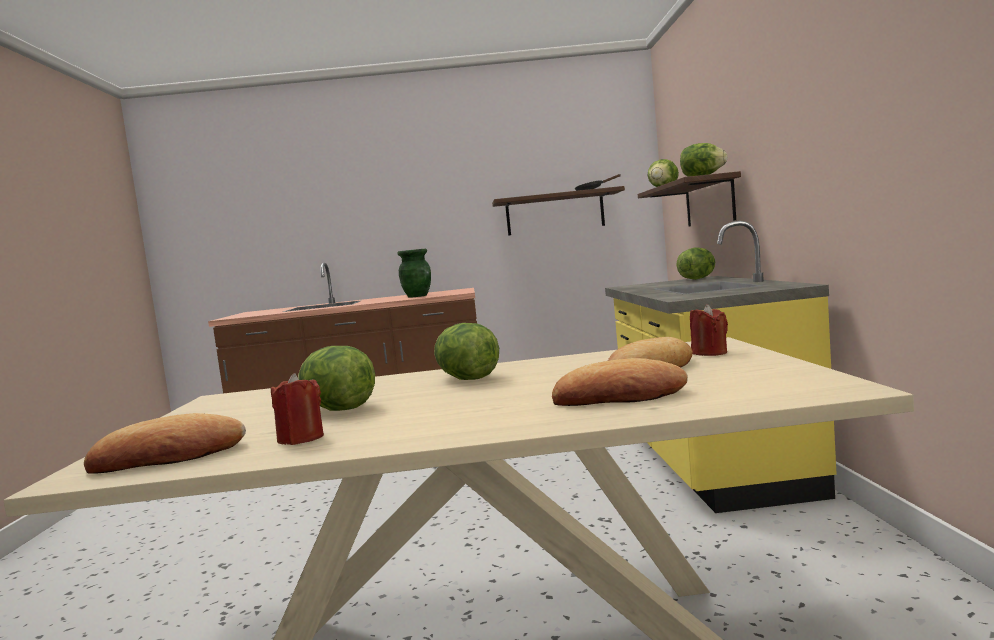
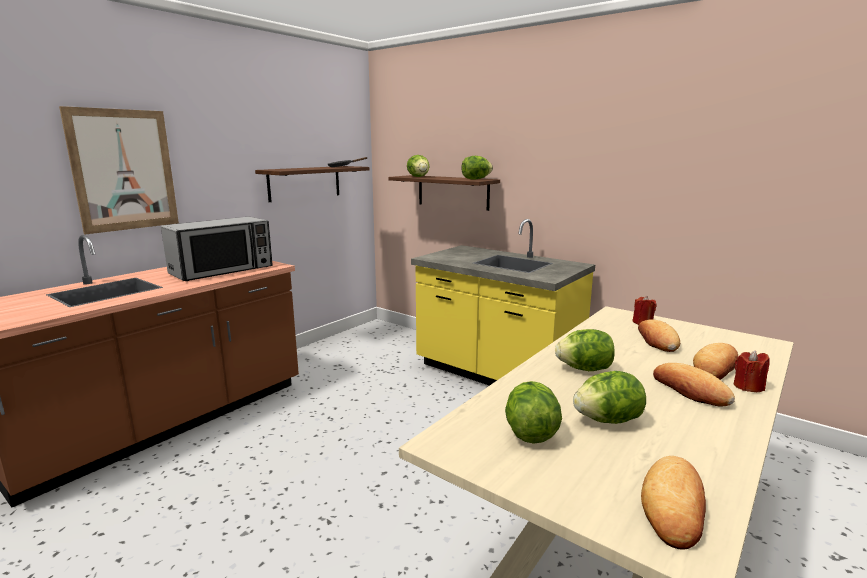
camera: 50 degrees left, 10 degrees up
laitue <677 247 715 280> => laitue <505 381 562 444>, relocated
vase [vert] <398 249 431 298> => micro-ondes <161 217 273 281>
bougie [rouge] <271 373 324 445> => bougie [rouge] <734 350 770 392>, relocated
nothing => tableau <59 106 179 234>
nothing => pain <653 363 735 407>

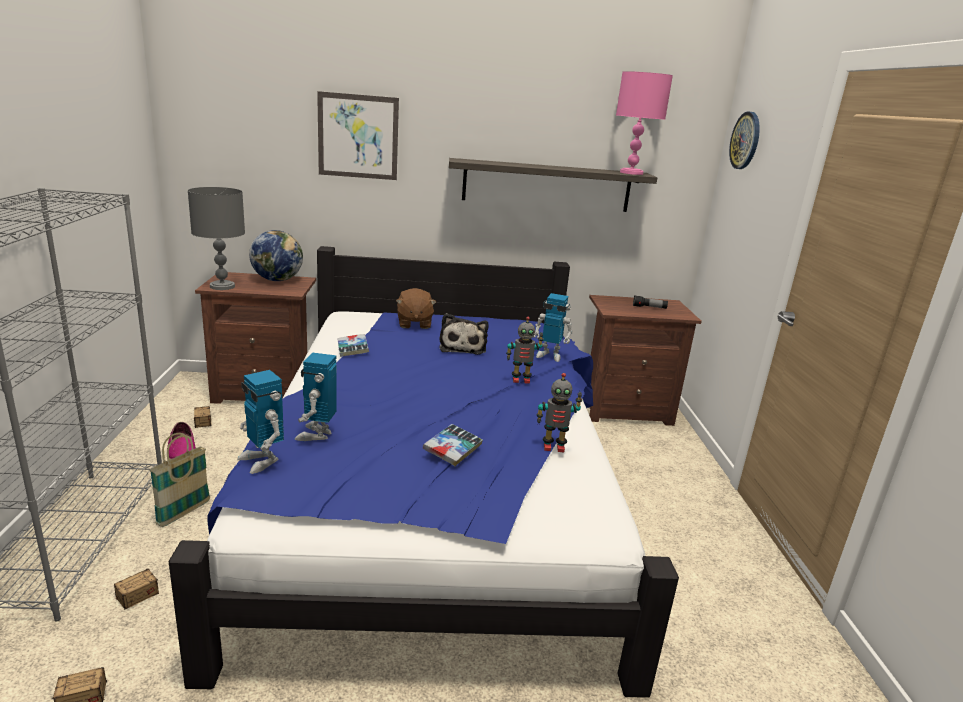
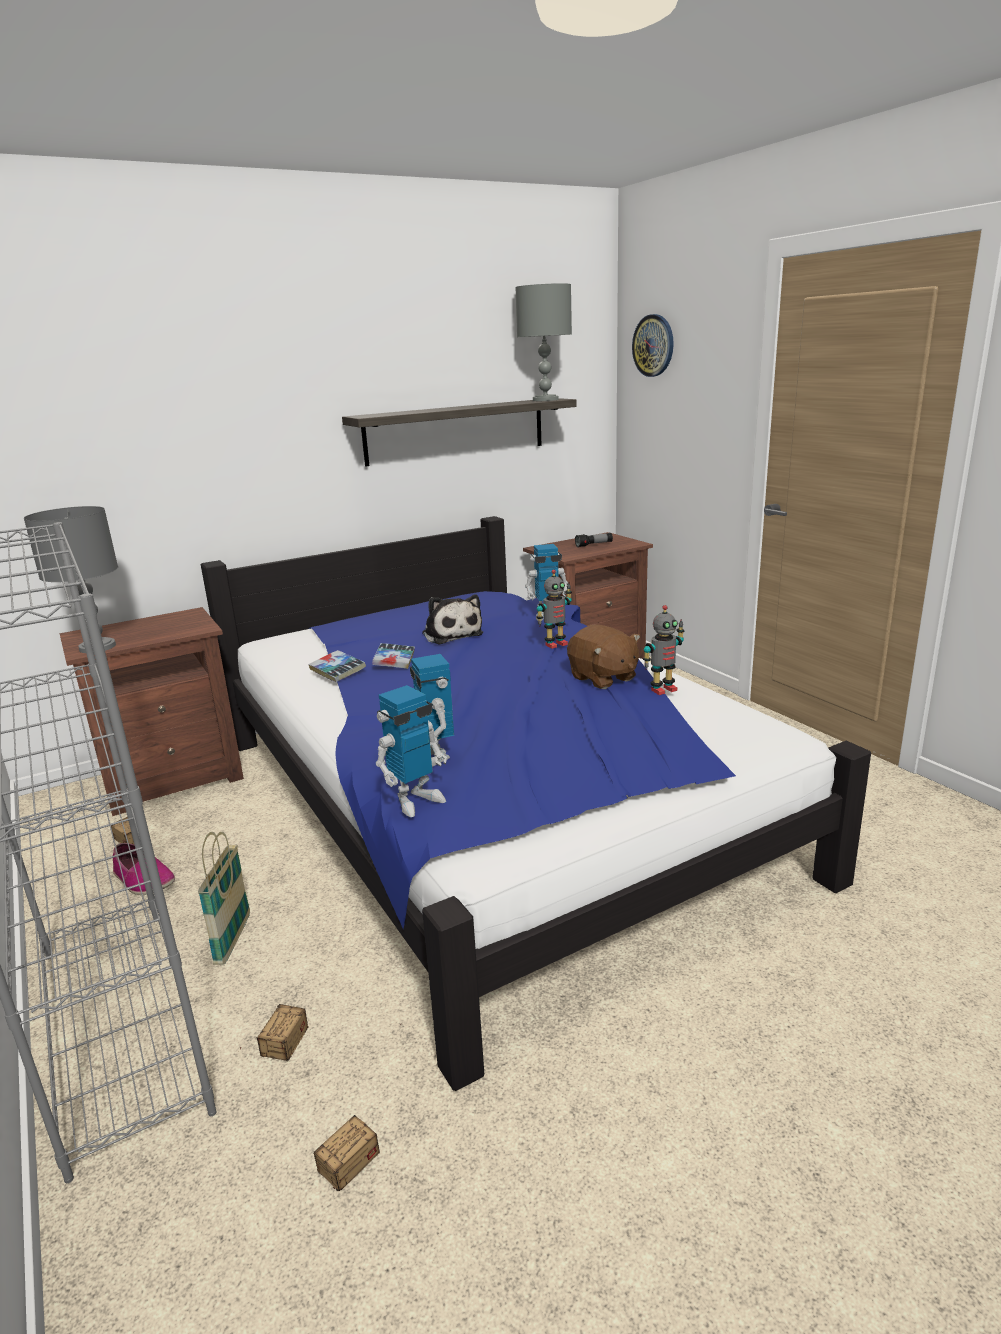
camera: 25 degrees left, 0 degrees up
lampe de table [rose] <616 71 673 175> => lampe de table [gris] <515 283 572 401>
tableau <317 91 399 180> => nothing
globe <249 230 303 281> => nothing
peluche [marron] <396 288 436 329> => peluche [marron] <567 624 640 689>, relocated
robot jouet <237 370 284 474> => robot jouet <376 685 447 817>, 60 degrees counterclockwise
livre <423 424 483 466> => livre <372 643 415 669>, relocated

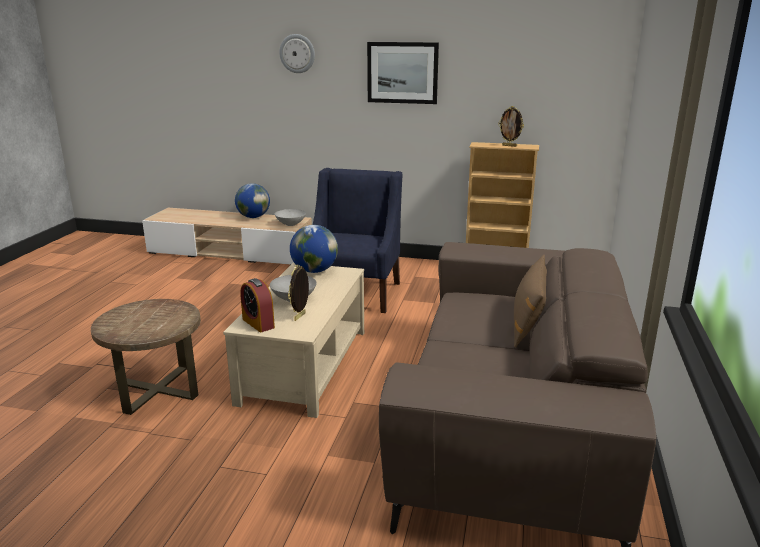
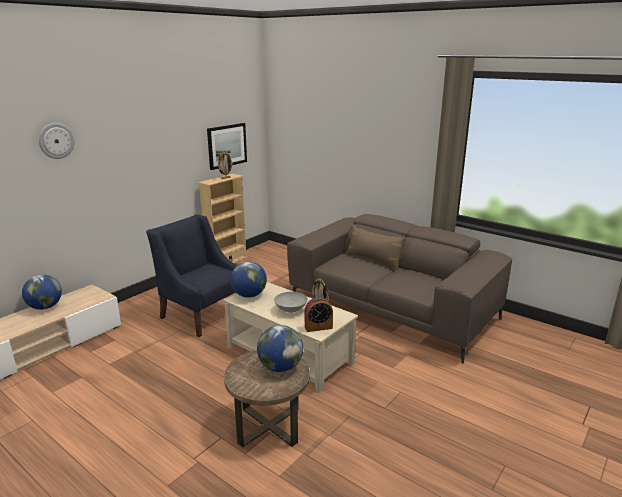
camera: 65 degrees left, 0 degrees up
tableau <367 42 439 104> => tableau <207 123 247 170>, relocated
bol [gris] <275 209 306 226> => nothing
nothing => globe <257 325 303 372>

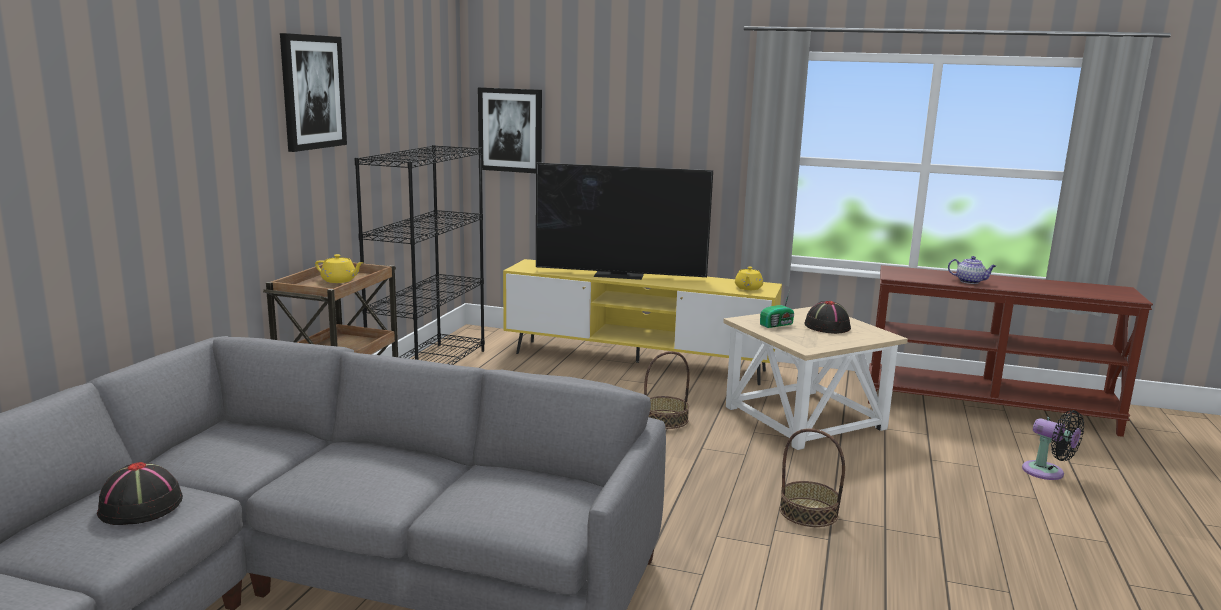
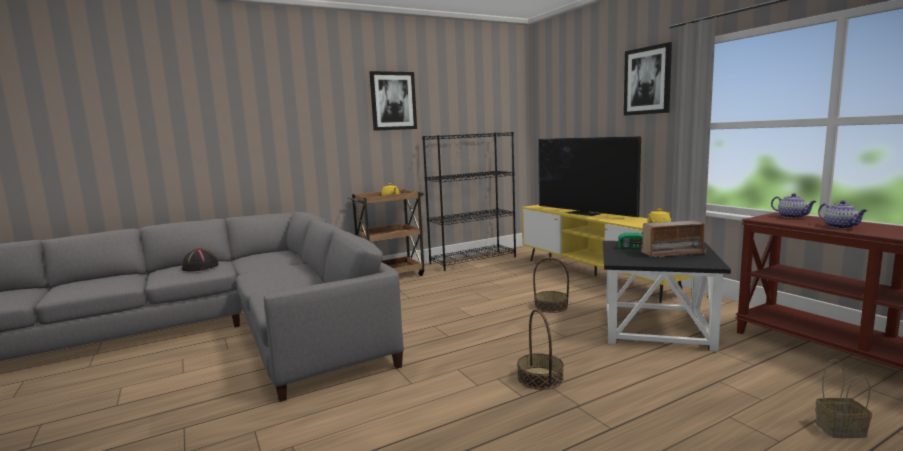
camera: 45 degrees right, 5 degrees down
tableau <478 87 542 173> => tableau <624 42 672 116>, relocated
chapeau [noir] <805 301 851 334> => radio <641 221 706 257>
table d'appoint [beige] <723 307 908 450> => table d'appoint [noir] <603 241 731 352>
ventilateur [noir] <1022 410 1084 480> => panier <816 359 872 438>
nothing => théière <771 193 817 218>

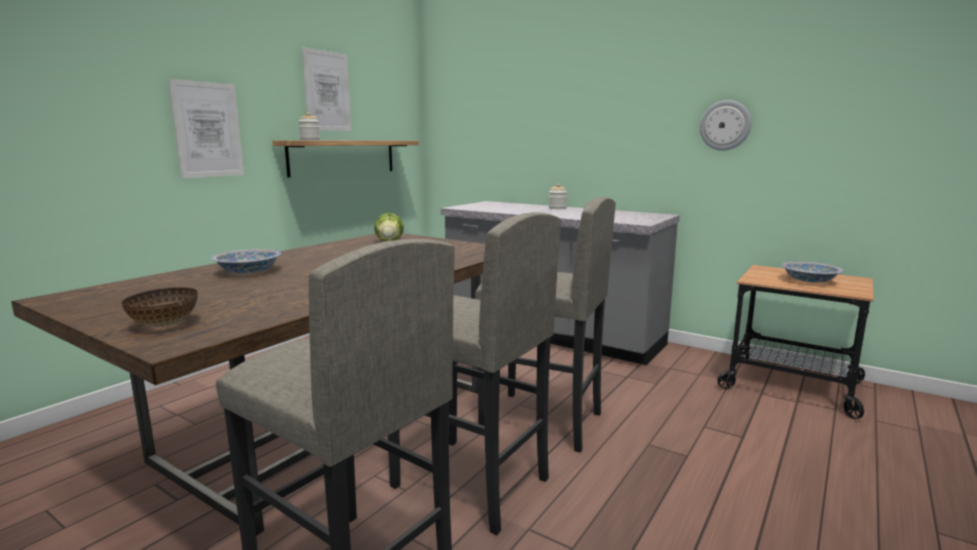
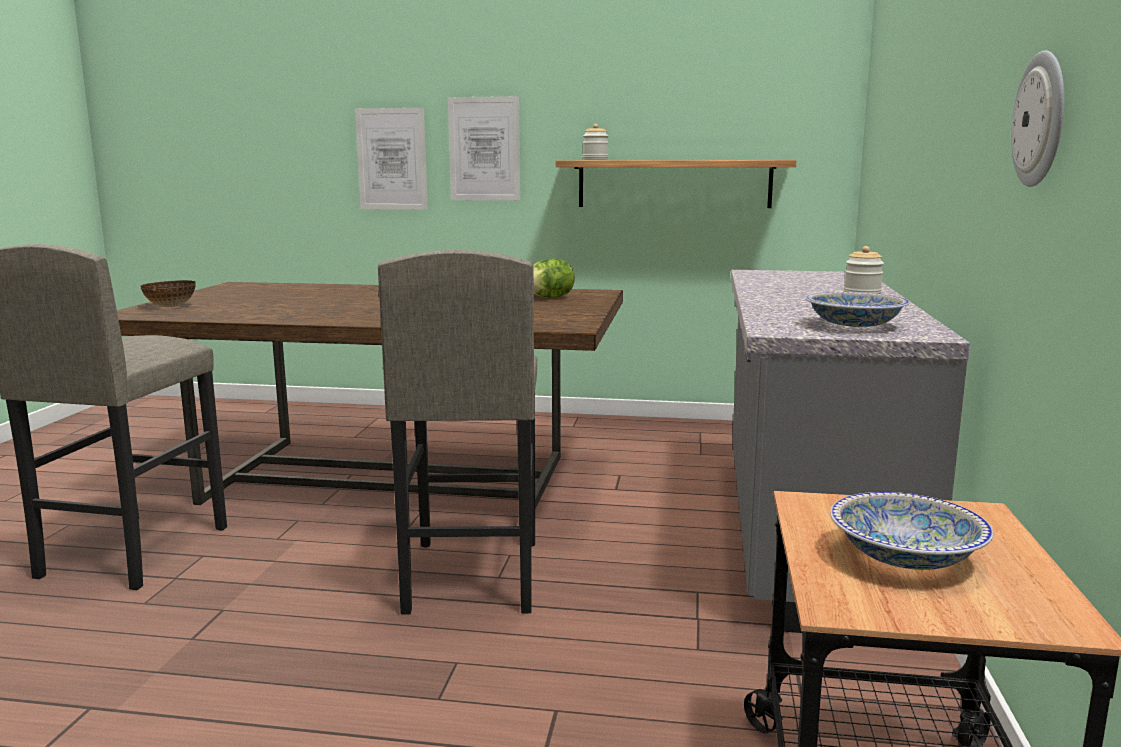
camera: 65 degrees right, 0 degrees up
tableau <302 47 351 131> => tableau <355 108 428 210>, relocated
tabouret [gris] <388 212 561 535> => nothing
bol <211 249 281 273> => bol <805 292 910 327>, relocated

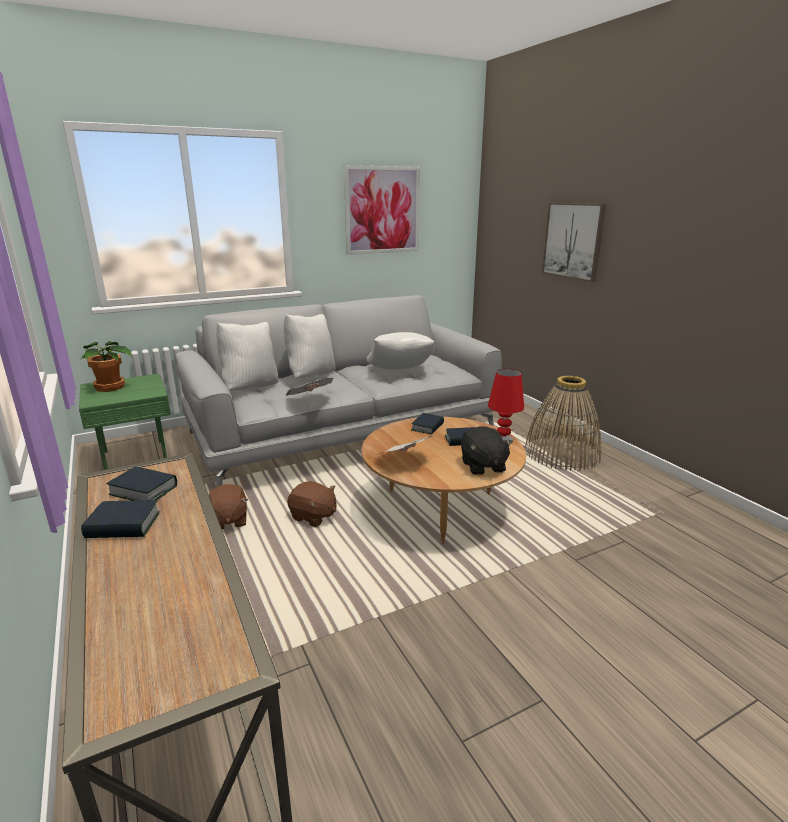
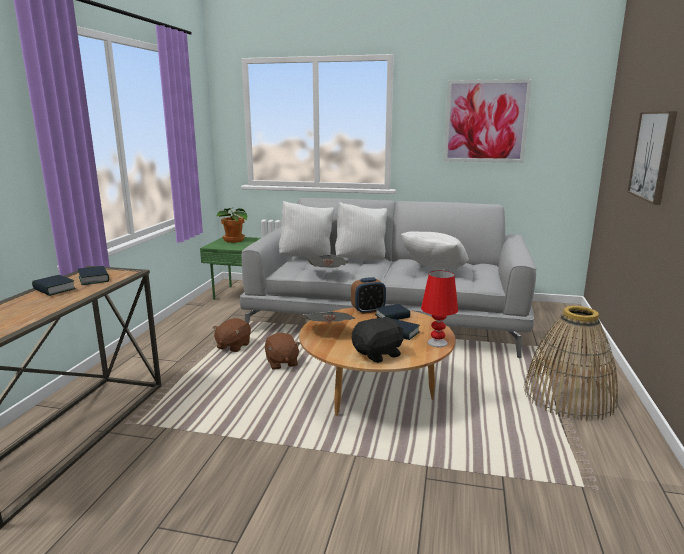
camera: 40 degrees right, 5 degrees down
peluche [noir] <461 426 513 475> => peluche [noir] <352 315 404 363>, 150 degrees counterclockwise
nothing => réveil <351 277 386 314>

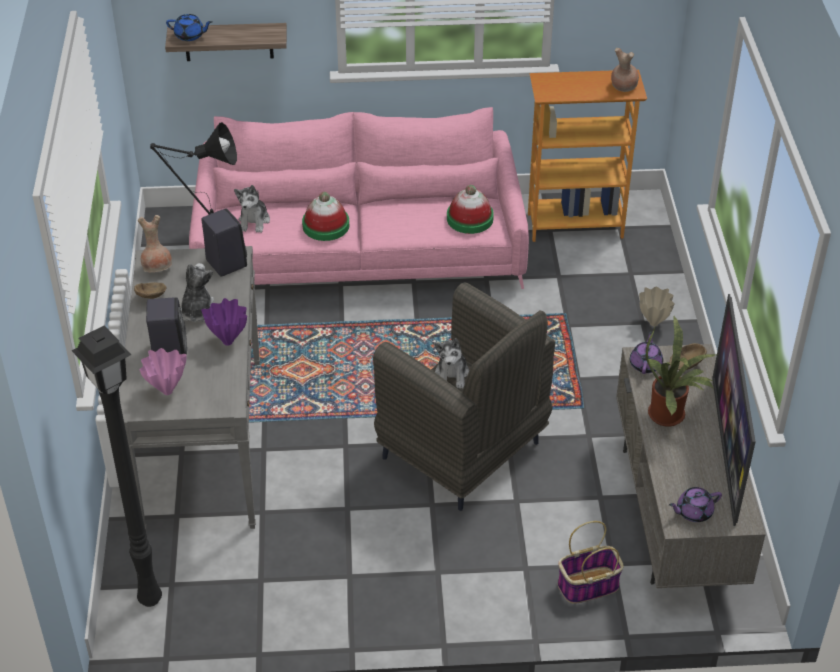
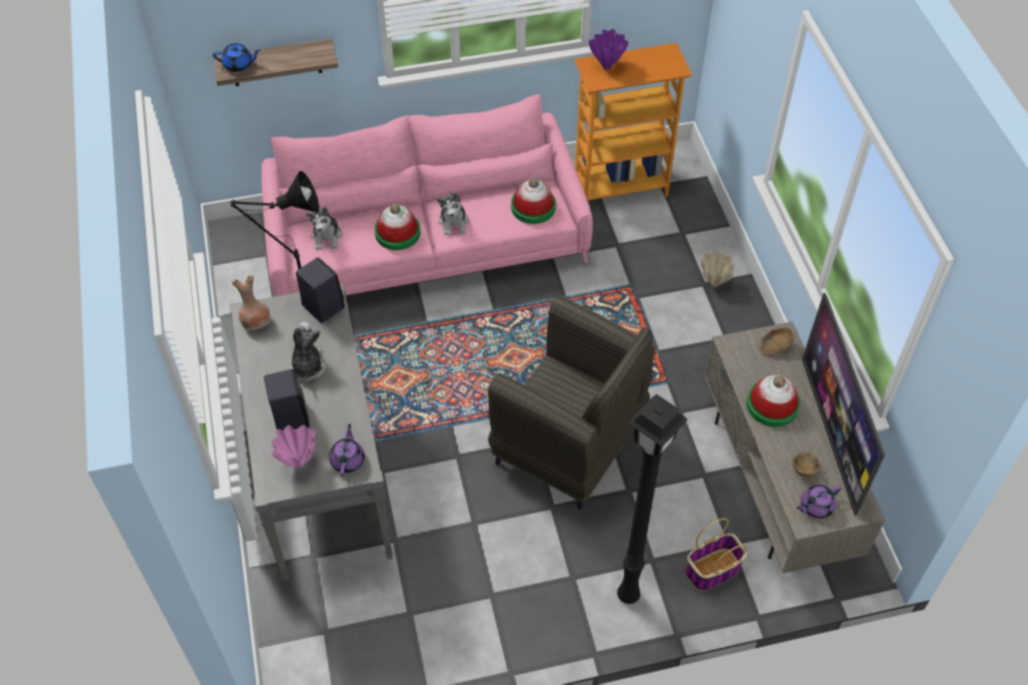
camera: 10 degrees left, 10 degrees up
vase [marron] <611 48 639 92> => nothing
bol [marron] <134 282 167 299> => bol [marron] <792 452 820 477>, relocated
vase [violet] <201 298 247 346> => vase [violet] <589 29 628 70>, relocated
plante en pot <646 316 717 427> => chapeau <746 375 800 427>
lampadaire [noir] <71 326 162 607> => lampadaire [noir] <617 394 688 604>, relocated
théière [violet] <630 331 663 374> => théière [violet] <329 424 365 477>, relocated
peluche <434 338 469 389> => peluche <437 192 469 236>, relocated

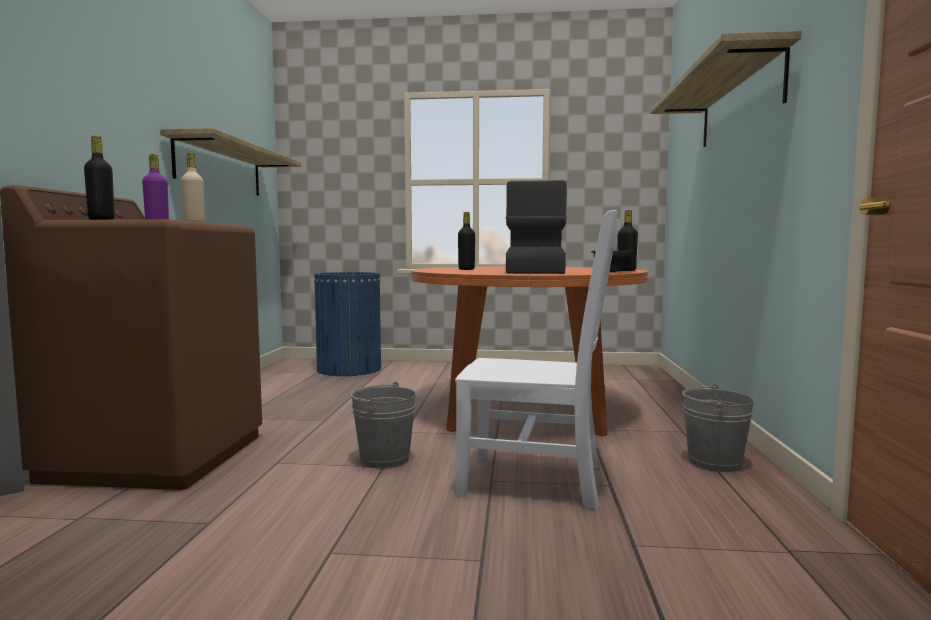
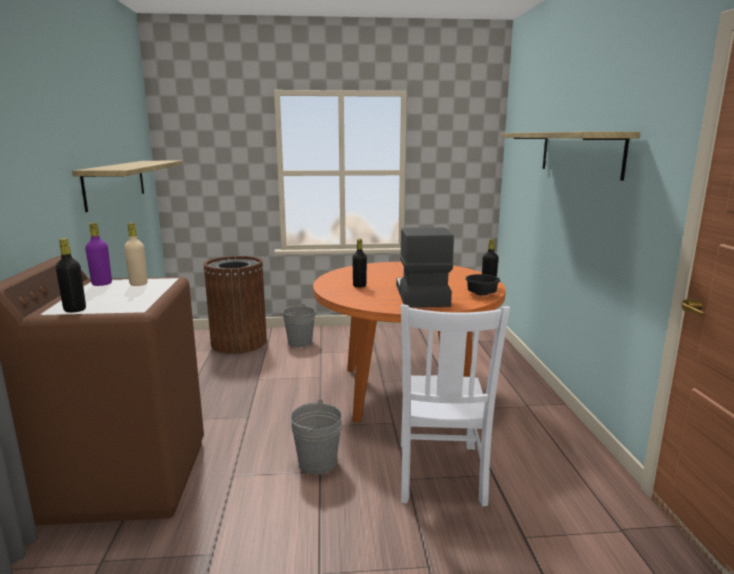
camera: 10 degrees left, 10 degrees up
chaise [blanc] <455 210 620 509> => chaise [blanc] <401 304 510 506>, 90 degrees clockwise
poubelle [bleu] <314 272 381 376> => poubelle [marron] <203 256 267 354>
seau [gris] <682 384 755 472> => seau [gris] <282 304 315 347>, relocated

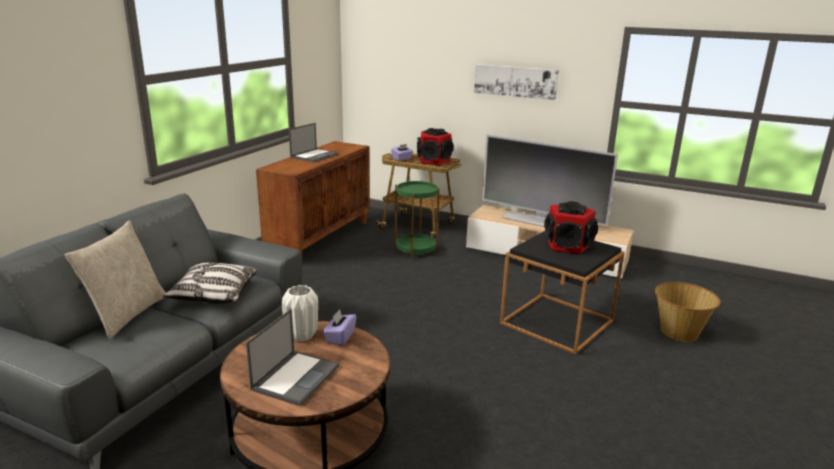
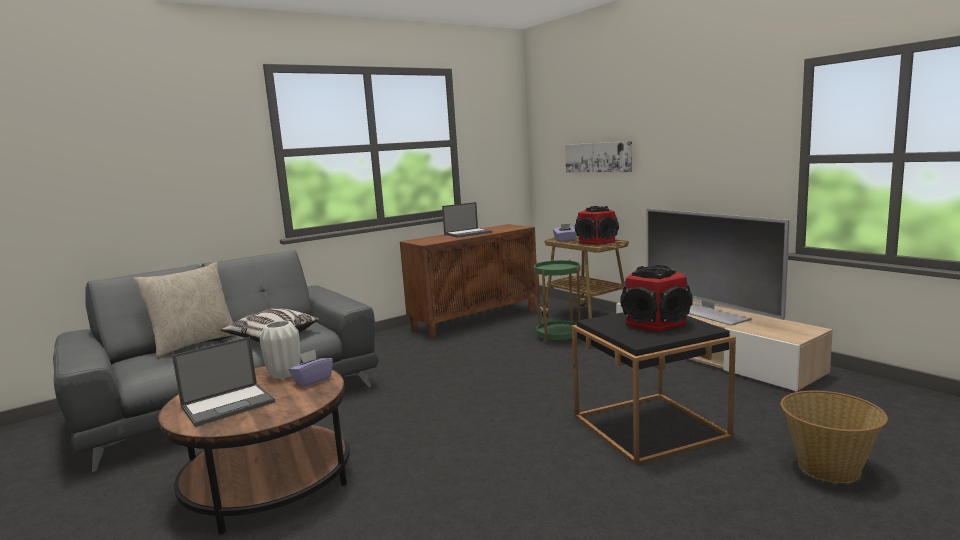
camera: 30 degrees right, 10 degrees down
tableau <474 64 559 100> => tableau <565 141 632 172>, relocated

